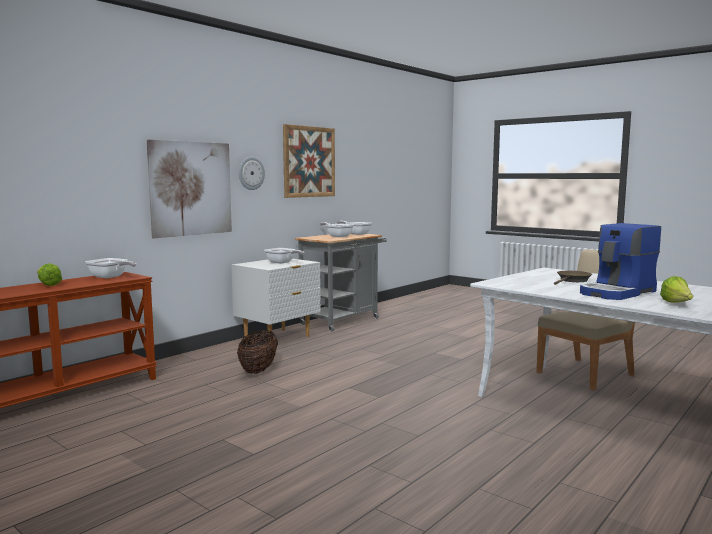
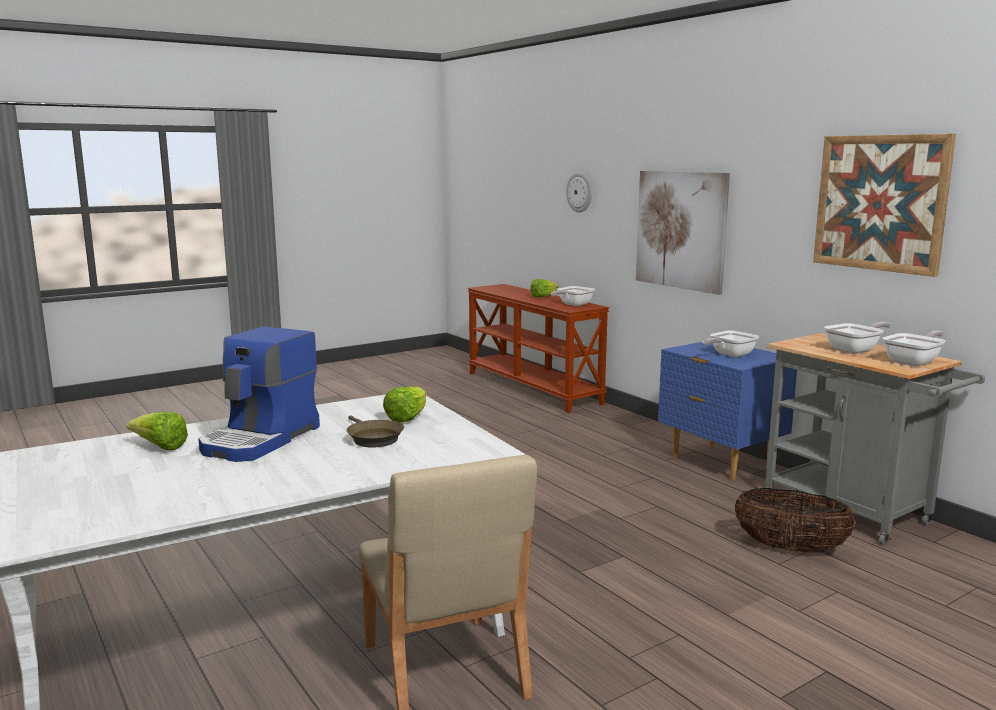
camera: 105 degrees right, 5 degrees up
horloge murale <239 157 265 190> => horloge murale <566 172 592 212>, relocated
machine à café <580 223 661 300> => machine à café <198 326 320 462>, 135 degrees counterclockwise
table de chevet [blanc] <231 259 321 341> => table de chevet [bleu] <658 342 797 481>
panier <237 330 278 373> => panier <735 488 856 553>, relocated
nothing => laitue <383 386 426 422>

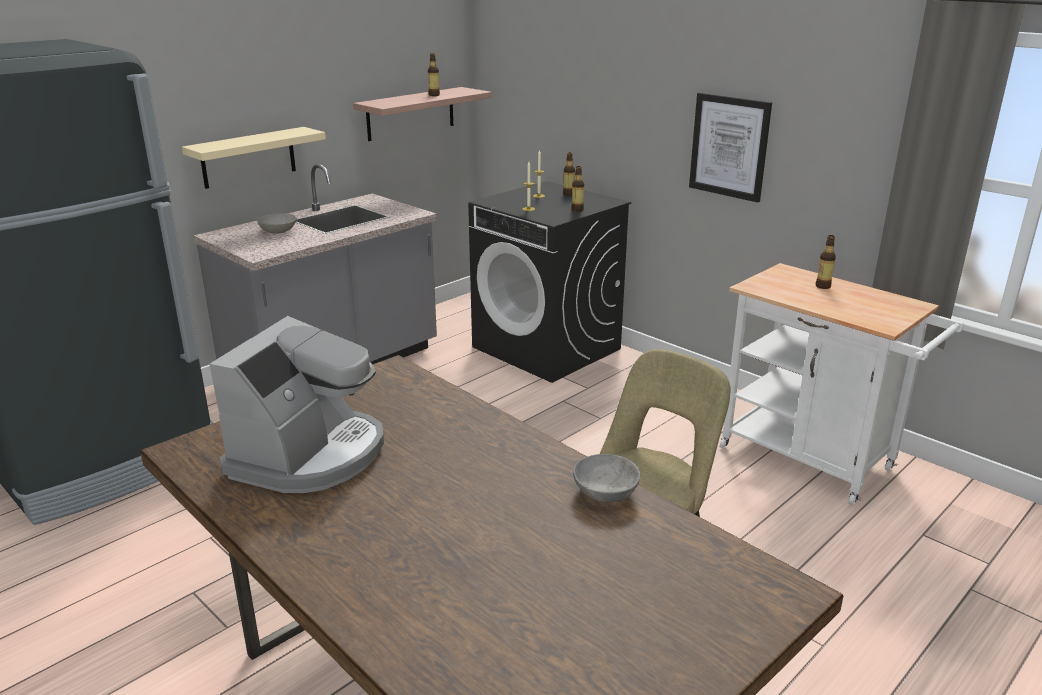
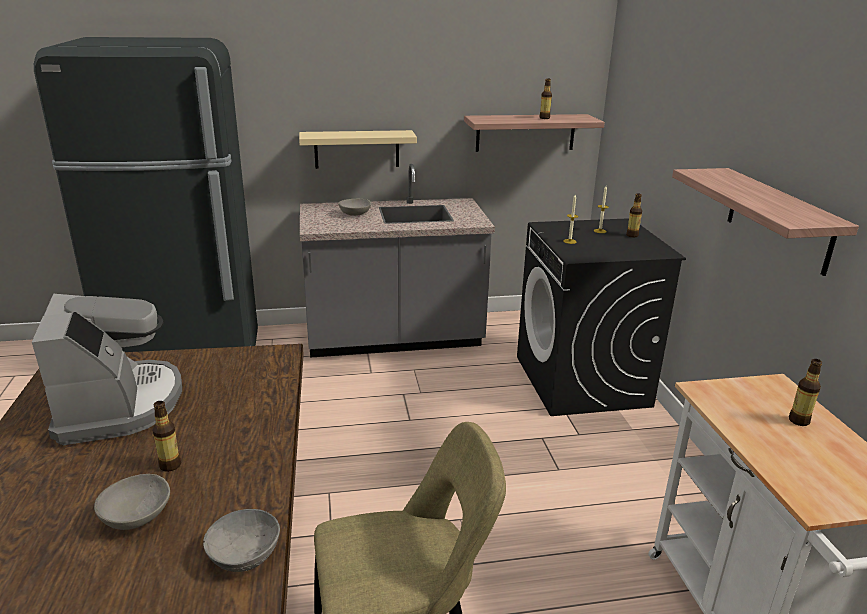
camera: 35 degrees right, 0 degrees up
tableau <689 93 772 202> => étagère <672 168 859 276>
bouteille <571 166 584 211> => bouteille <152 401 181 472>, relocated
machine à café <210 316 384 493> => machine à café <32 294 182 445>, 75 degrees counterclockwise
nothing => bol [gris] <94 474 170 530>

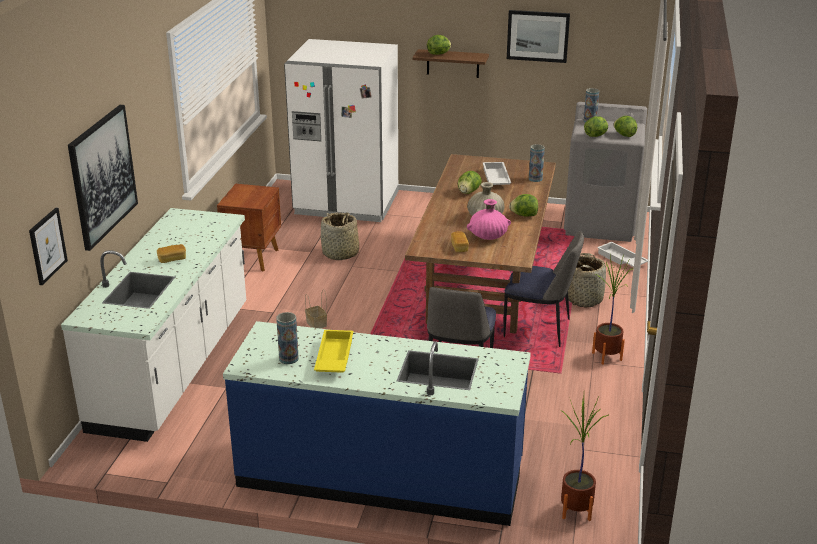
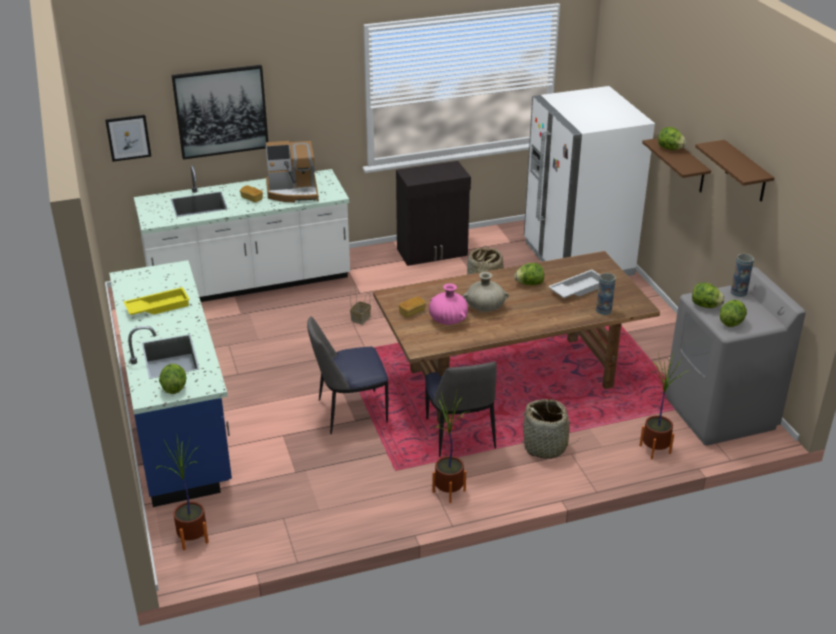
camera: 60 degrees right, 5 degrees up
tableau <507 10 570 63> => étagère [marron] <695 140 774 201>
table de chevet [marron] <217 184 281 272> => meuble de rangement [noir] <396 161 471 266>
laitue <509 194 538 216> => laitue <159 364 187 394>, relocated
plateau [blanc] <597 242 649 267> => plante en pot <639 351 690 459>
vase <276 312 299 364> => nothing
nothing => machine à café <266 141 319 202>

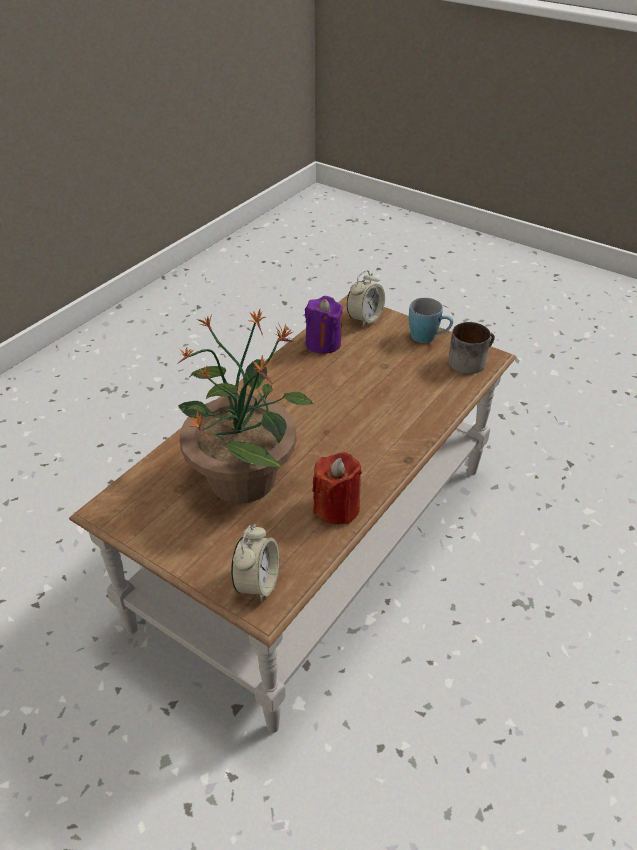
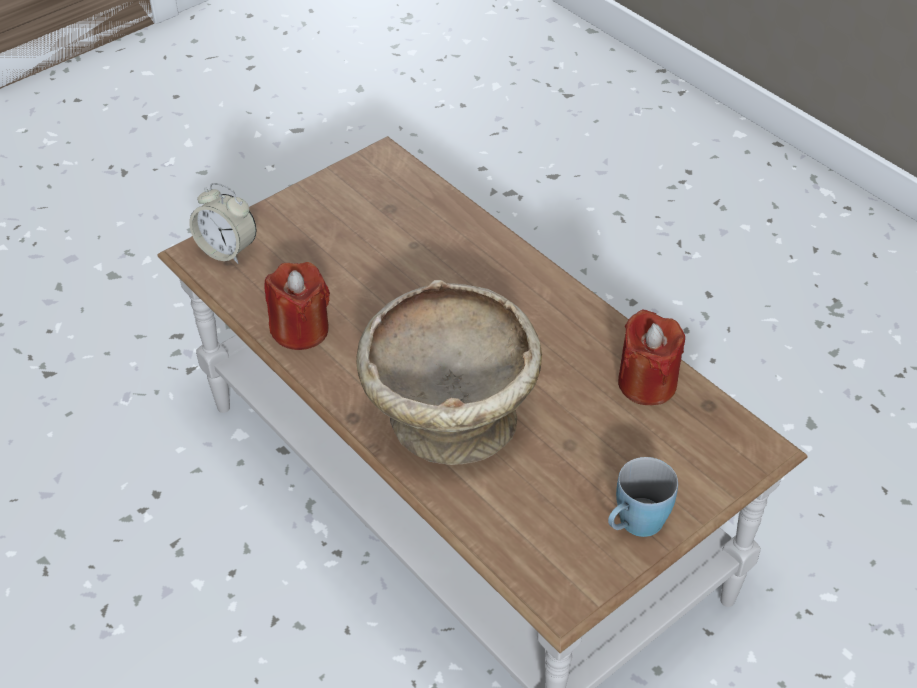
camera: 105 degrees right, 5 degrees up
réveil <347 270 385 327> => nothing
bougie [violet] <305 296 343 354> => bougie [rouge] <618 309 685 405>
plante en pot <177 309 314 504> => nothing
mug <448 322 495 374> => nothing
nothing => bol [beige] <356 280 542 465>

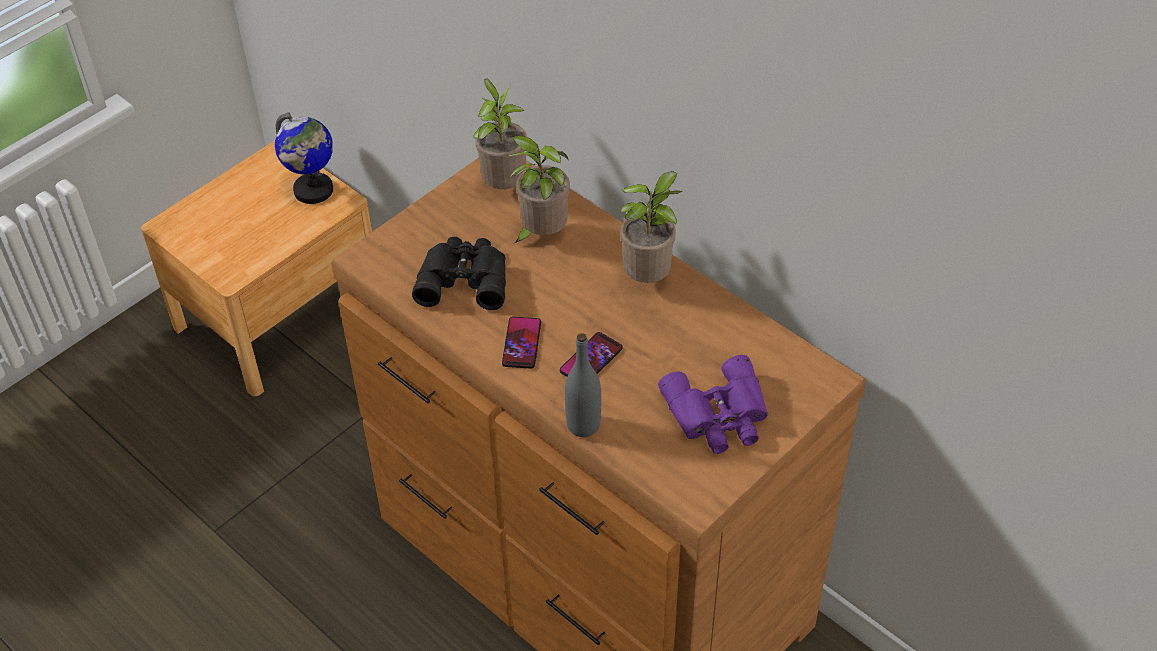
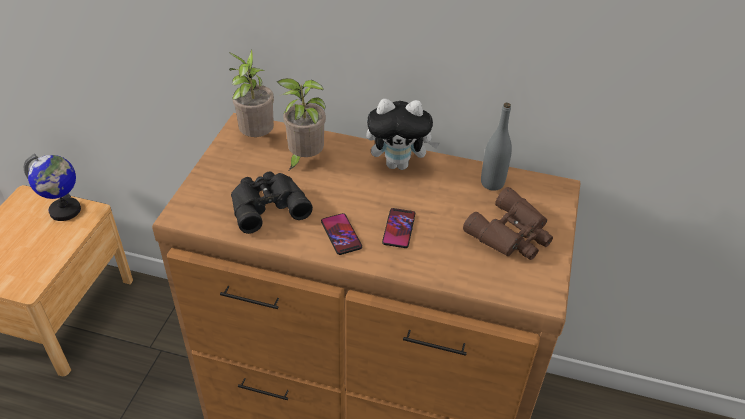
camera: 30 degrees left, 5 degrees down
plante en pot <620 171 682 283> => peluche <366 99 439 170>
bouteille [gris] <565 333 601 437> => bouteille [gris] <481 103 512 191>, relocated
jumelles [violet] <658 355 768 454> => jumelles [marron] <463 187 553 260>

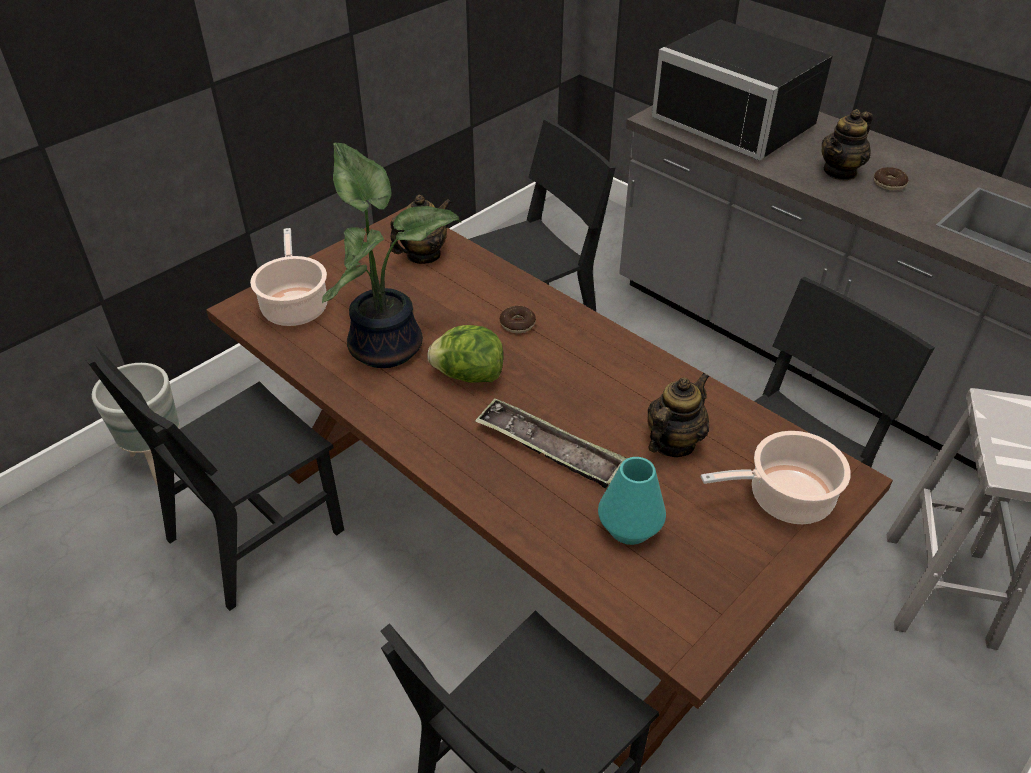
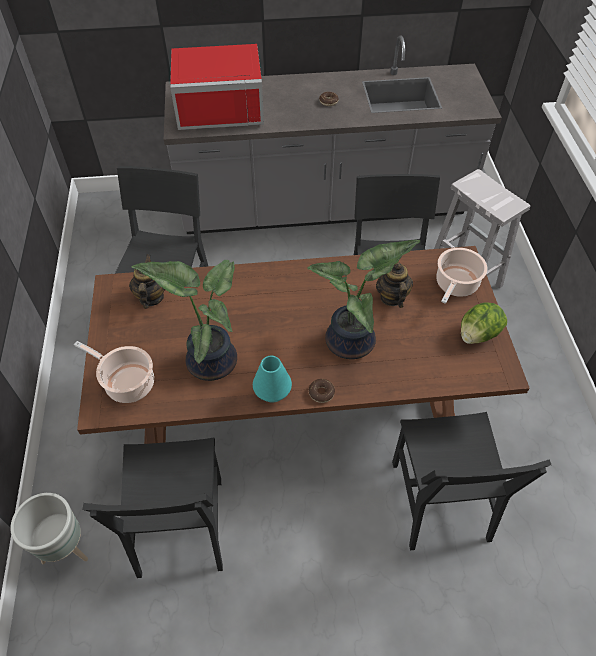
camera: 50 degrees left, 10 degrees up
micro-ondes [noir] <652 19 832 161> => micro-ondes [rouge] <170 44 264 130>
théière <822 109 873 181> => nothing
beignet <500 306 536 333> => beignet <309 379 335 403>, relocated
laitue <427 325 504 383> => laitue <461 302 507 344>, relocated
plateau <475 398 627 488> => plante en pot <307 240 420 359>
vase [turquoise] <598 457 666 545> => vase [turquoise] <253 356 292 403>, relocated

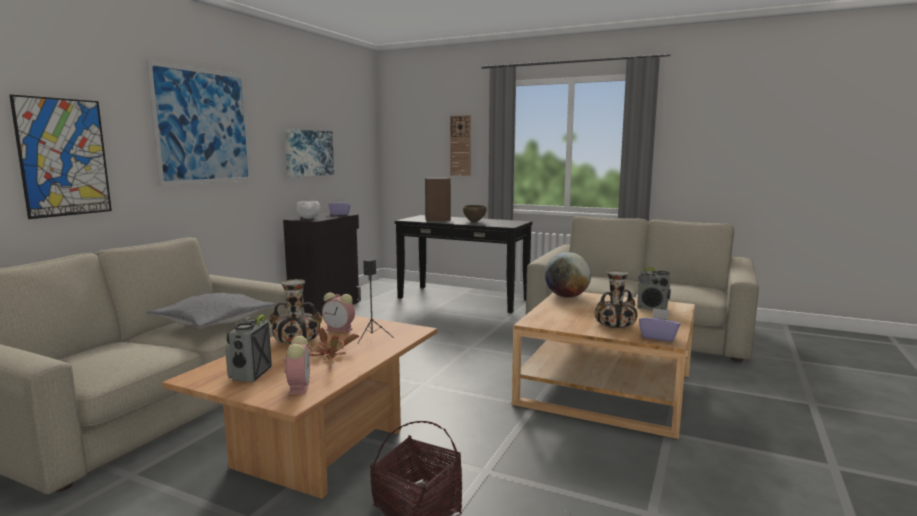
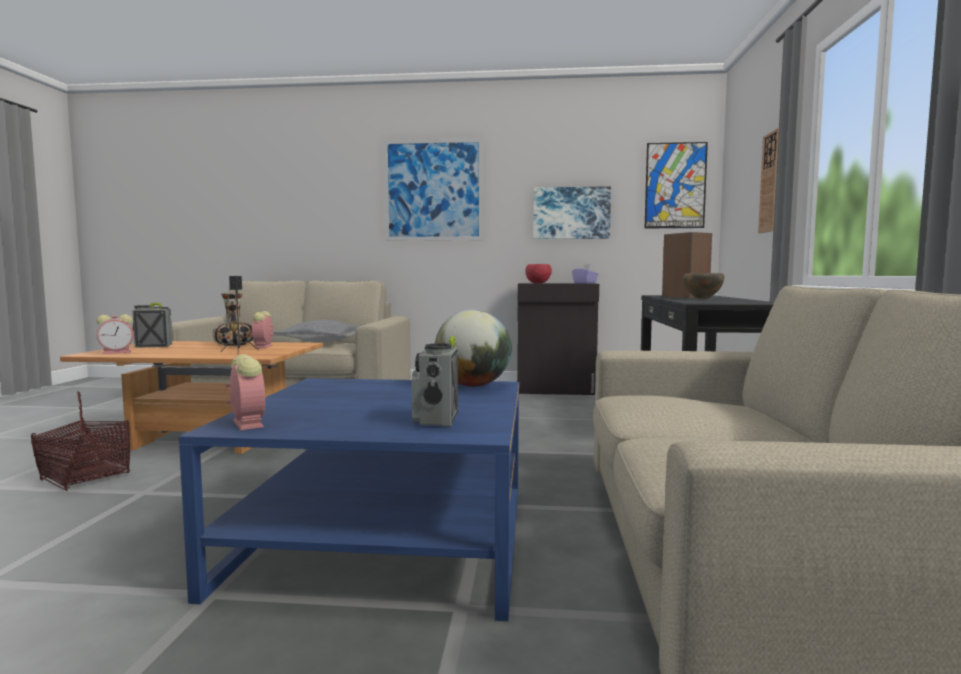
camera: 70 degrees right, 5 degrees down
tableau <9 95 112 219> => tableau <645 142 708 228>, relocated
bol [blanc] <296 201 320 219> => bol [rouge] <525 264 552 283>
vase <595 271 638 328> => nothing
table basse [beige] <512 292 695 439> => table basse [bleu] <179 378 519 621>
boîte à mouchoirs [violet] <639 308 680 342> => réveil <226 354 265 430>
plante en pot <286 328 359 360> => nothing

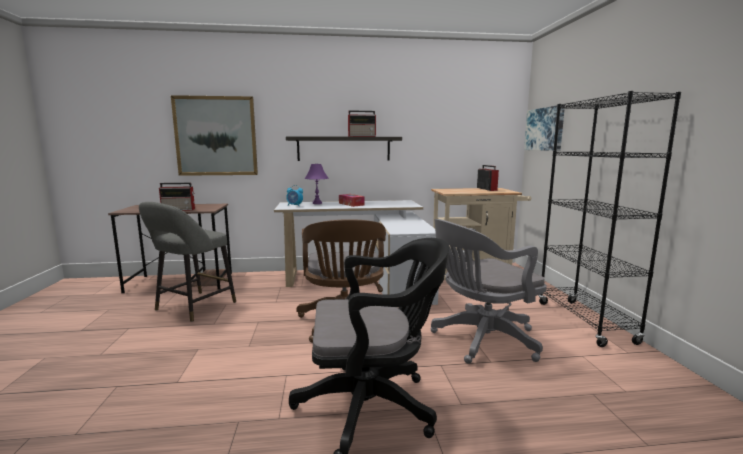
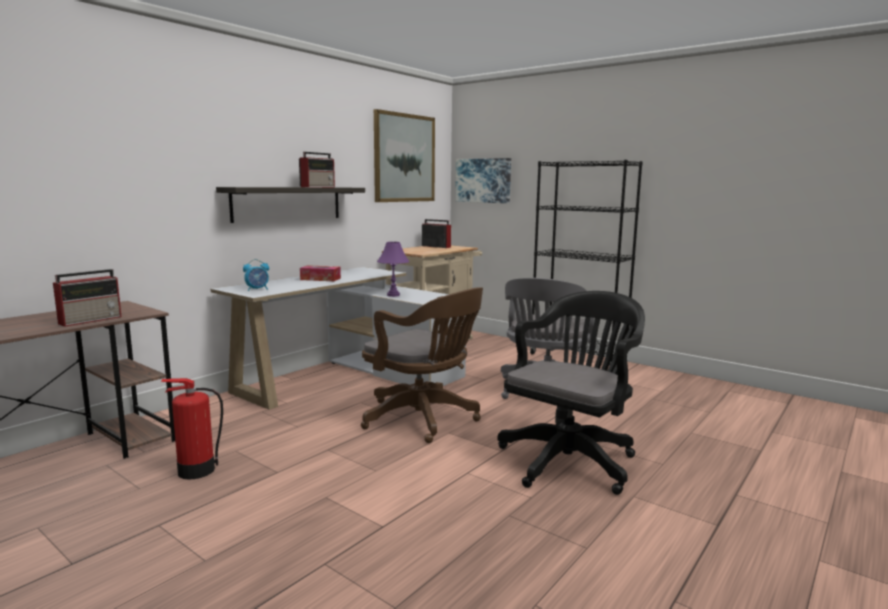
camera: 45 degrees left, 0 degrees up
tableau <171 95 258 176> => tableau <374 109 435 202>, relocated
lampe de table [violet] <305 164 328 204> => lampe de table [violet] <377 242 410 297>, relocated
tabouret [gris] <139 202 236 322> => extincteur <161 378 223 480>

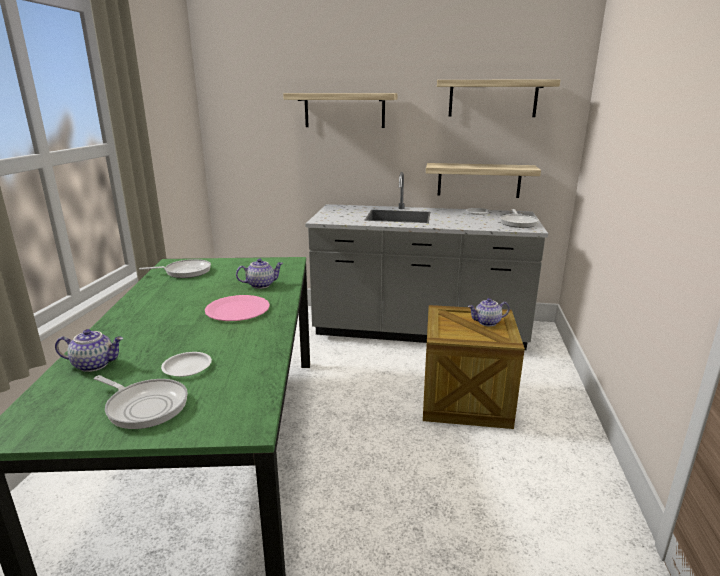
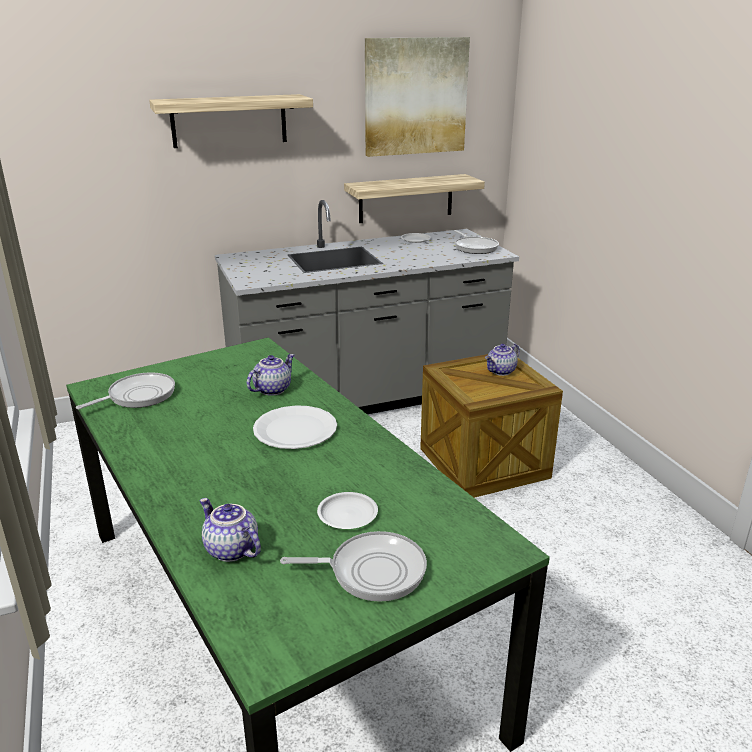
camera: 30 degrees left, 5 degrees up
étagère <437 79 560 117> => tableau <365 37 470 157>
assiette [rose] <205 295 270 321> => assiette [blanc] <253 405 337 449>
théière <55 329 123 372> => théière <200 498 261 562>, 105 degrees counterclockwise

